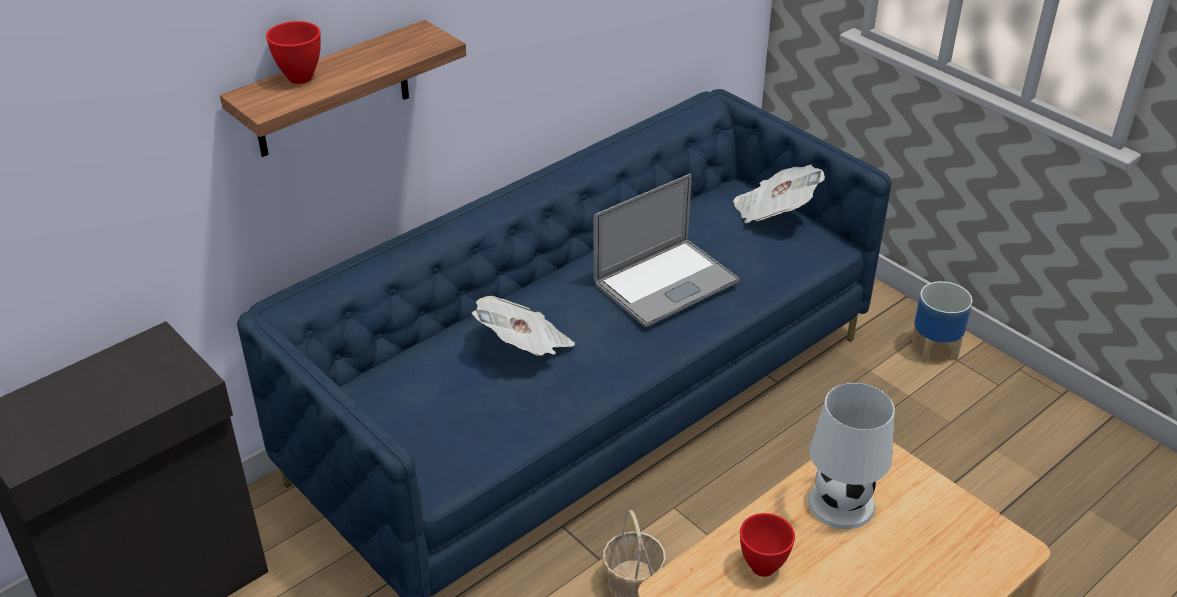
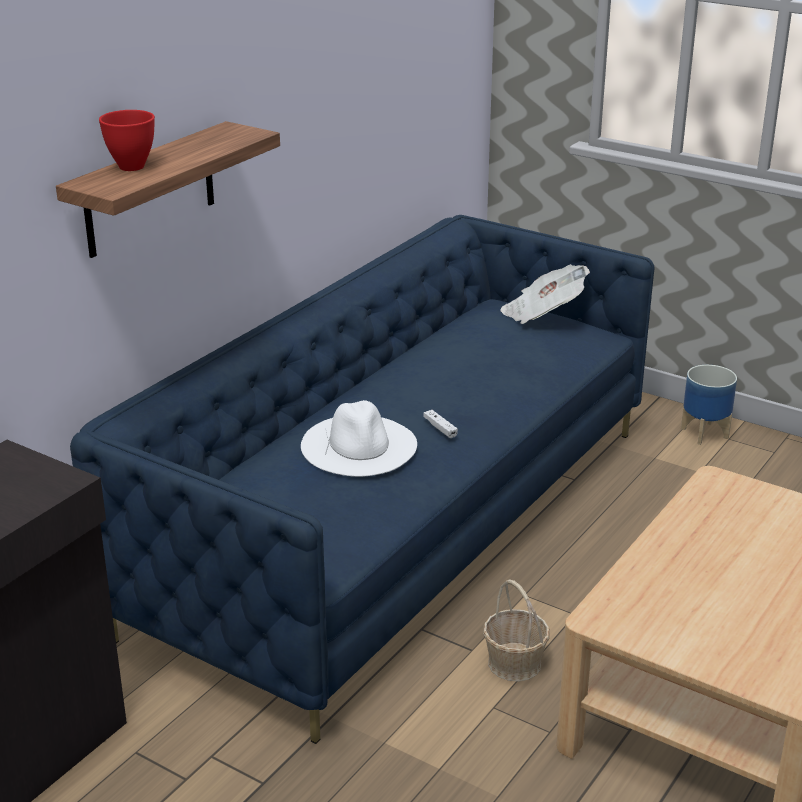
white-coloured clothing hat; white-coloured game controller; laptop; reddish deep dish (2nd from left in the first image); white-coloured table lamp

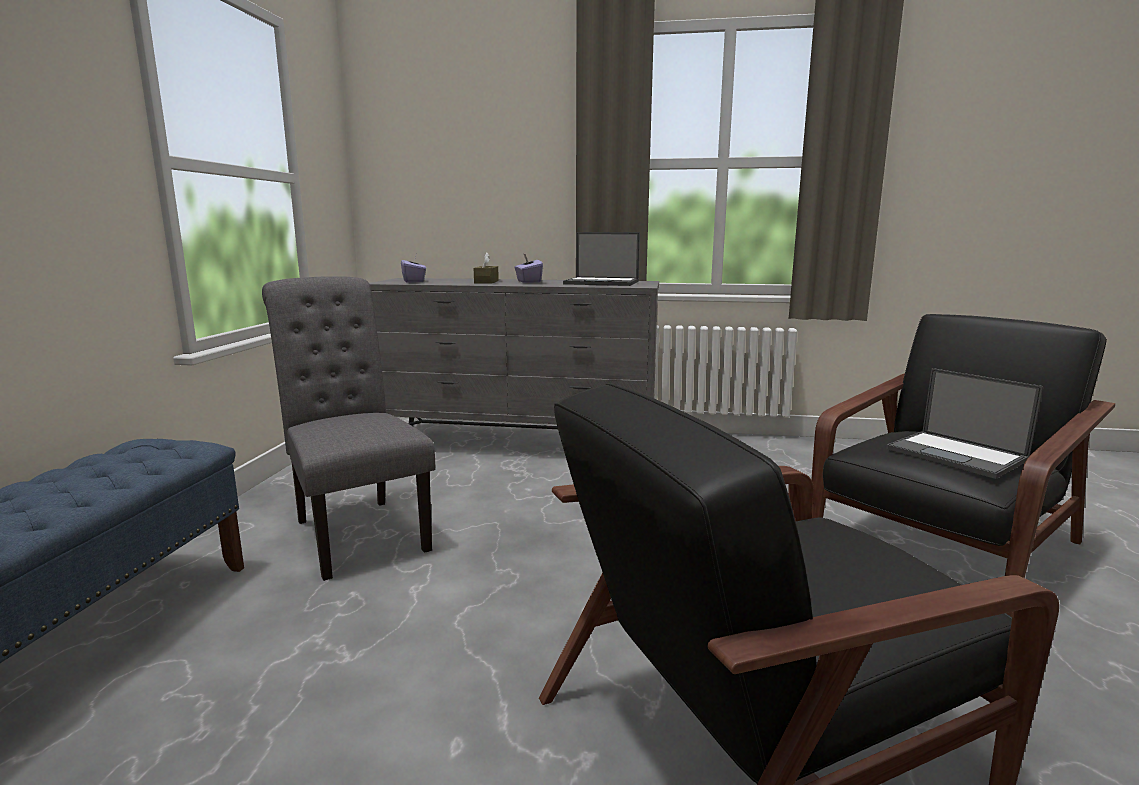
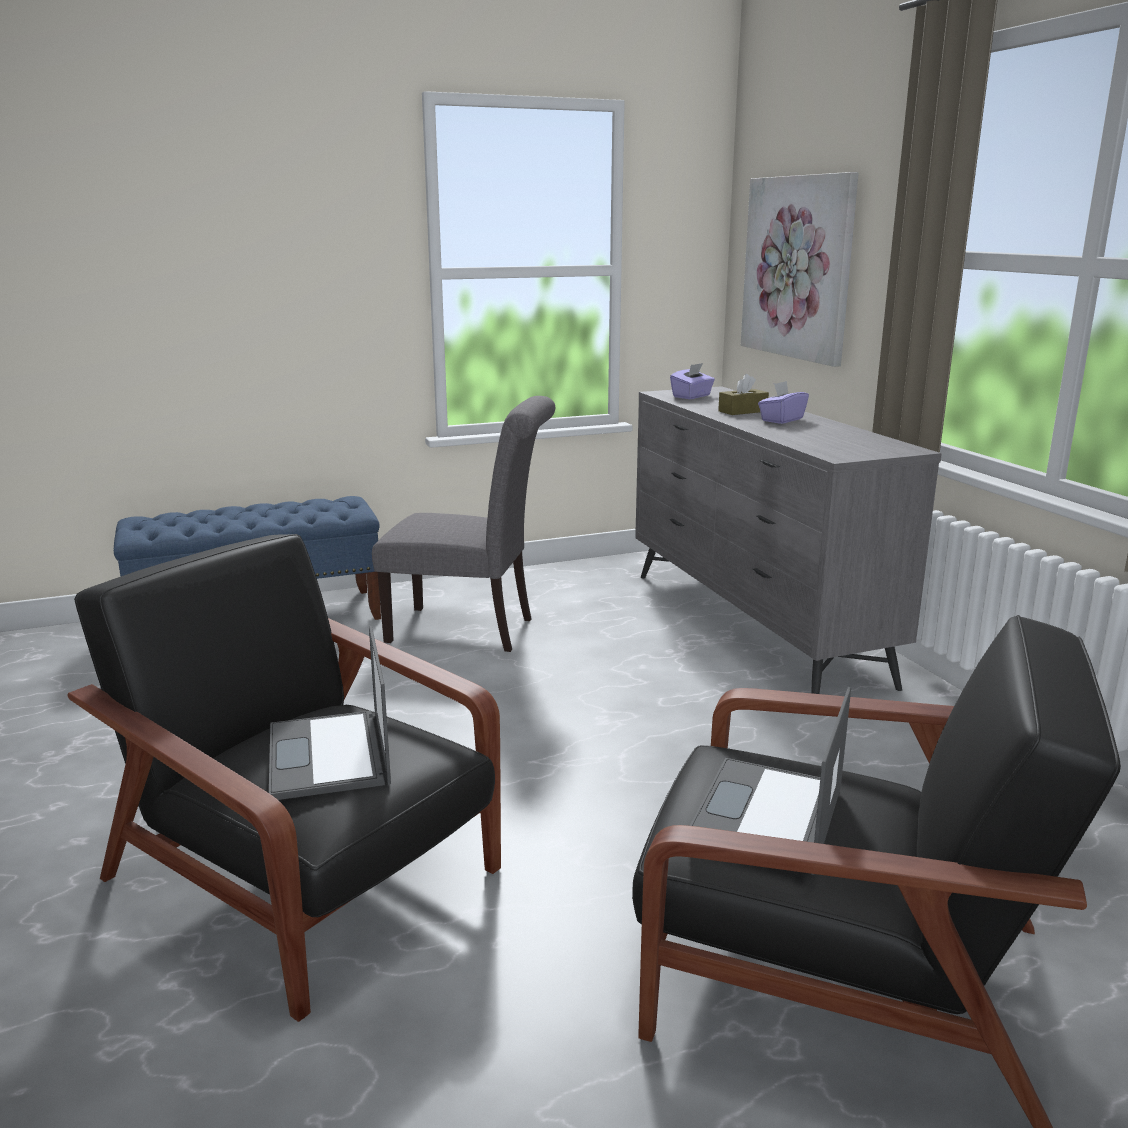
laptop (1st from left); greyish upright chair; wall art

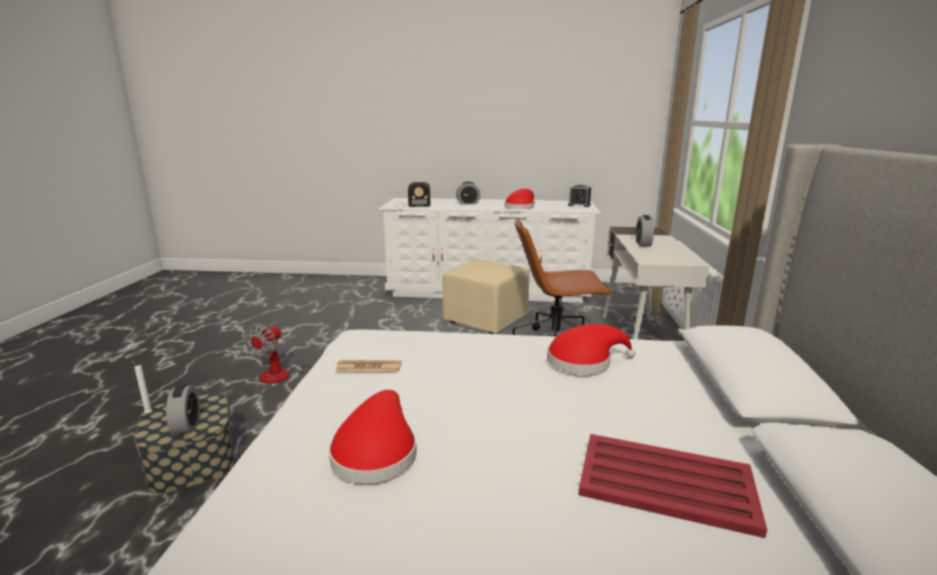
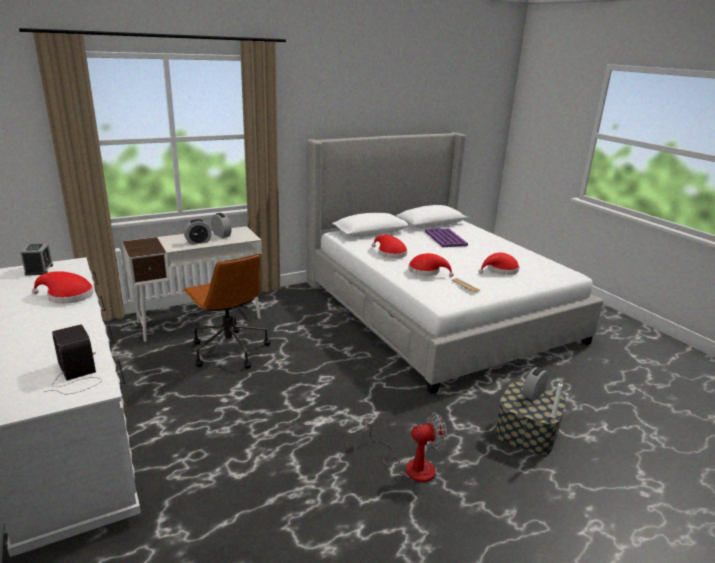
table clock (3rd from left); reddish clothing hat (3rd from left); purple serving tray; beige-coloured ottoman

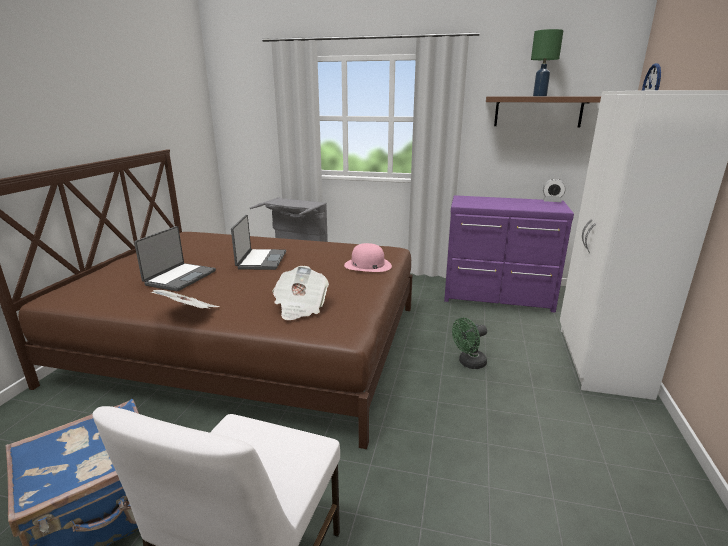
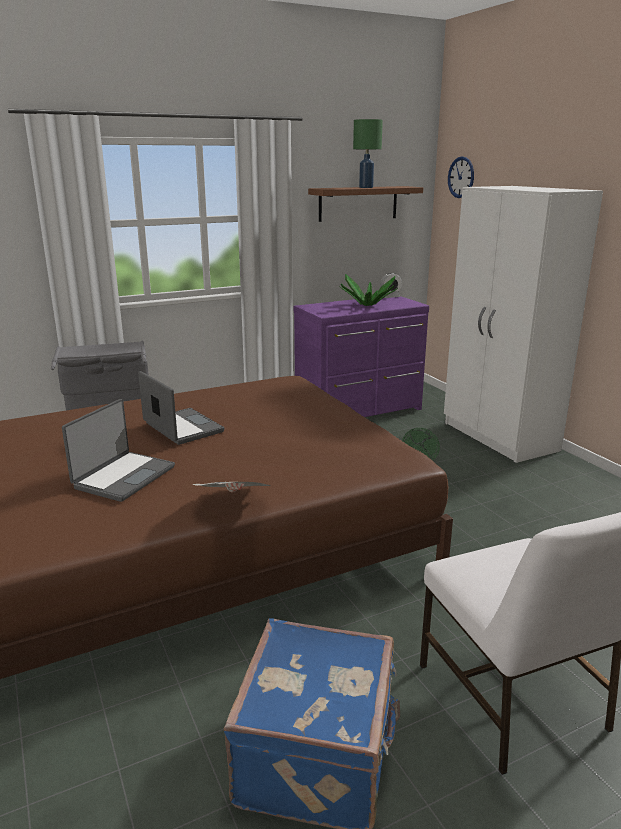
laptop (1st from left); potted plant; printed paper (2nd from left in the first image); pinkish clothing hat

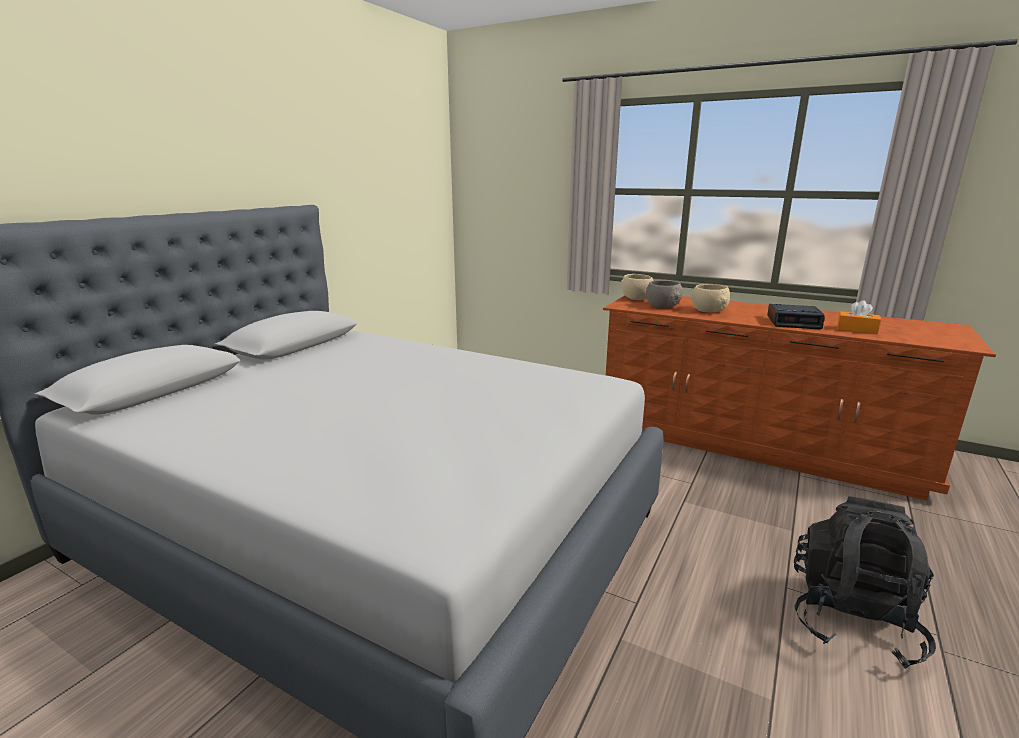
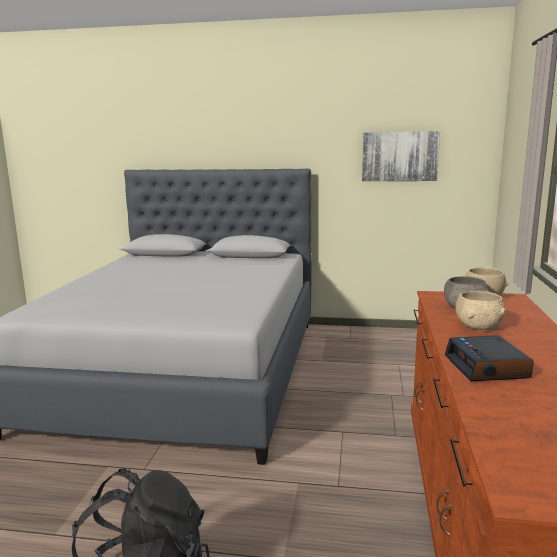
wall art; orangey tissue box

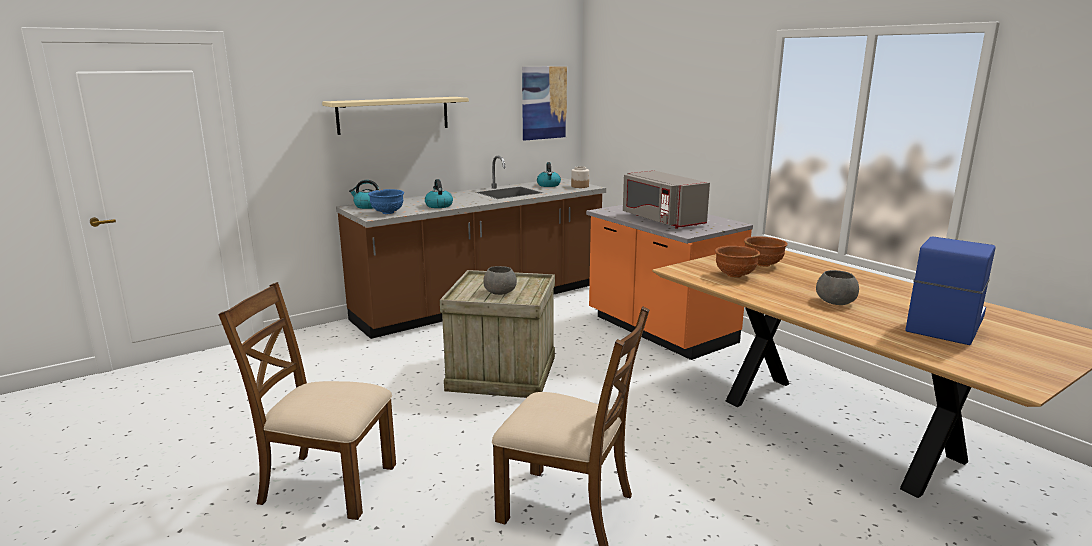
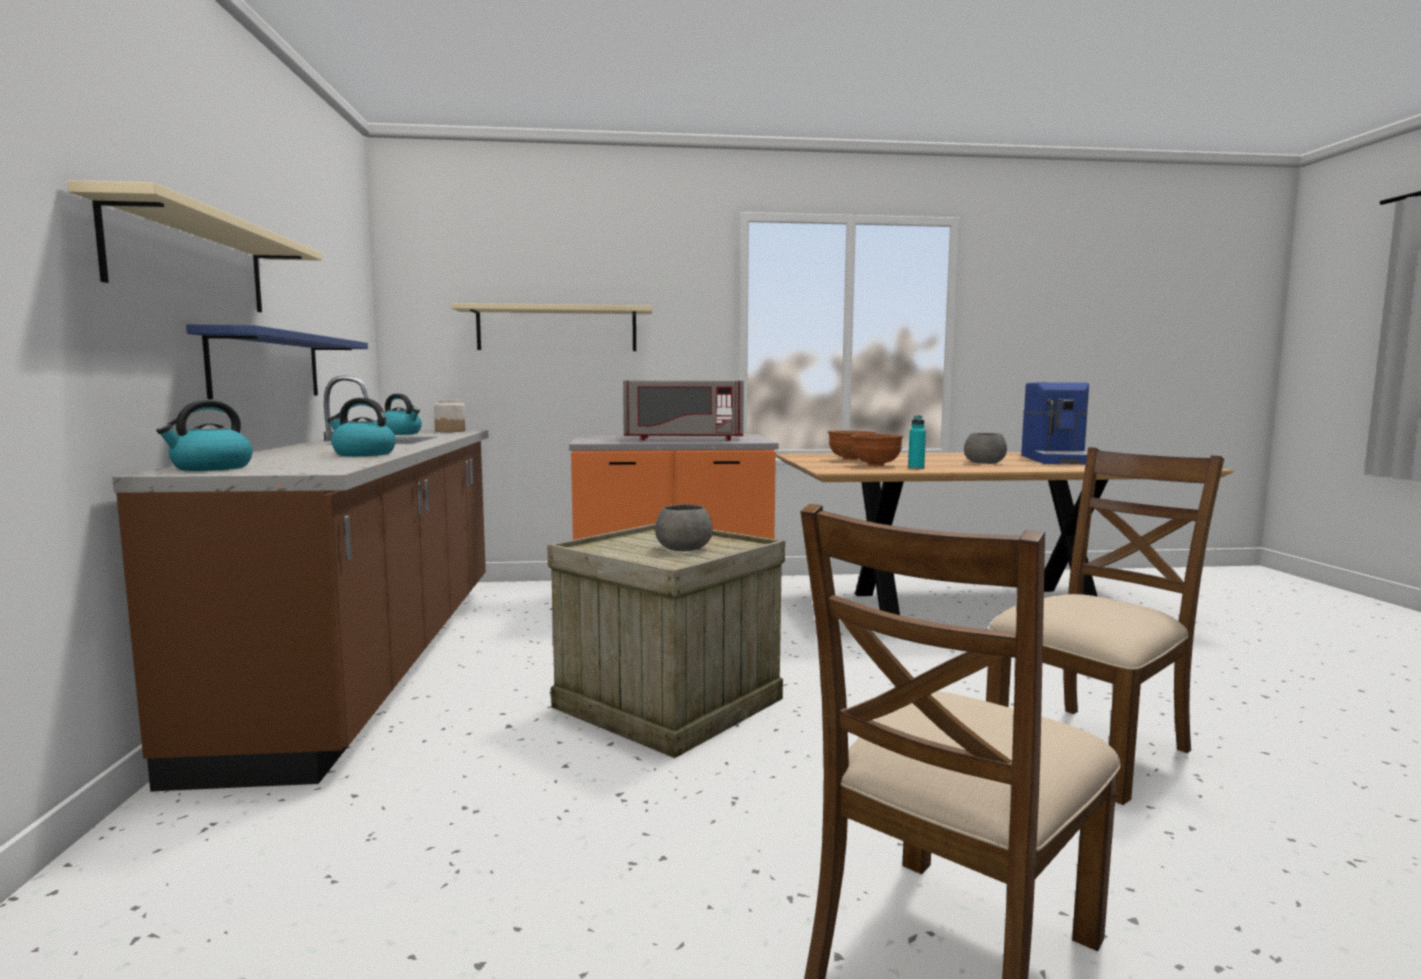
bluish wall shelf; beige-coloured wall shelf (2nd from left); blue-green bottle; coffee machine; bluish deep dish; wall art

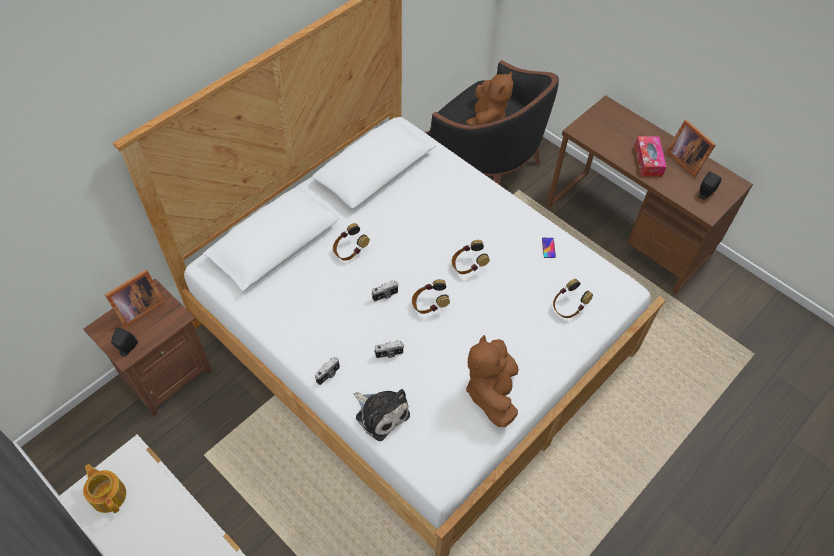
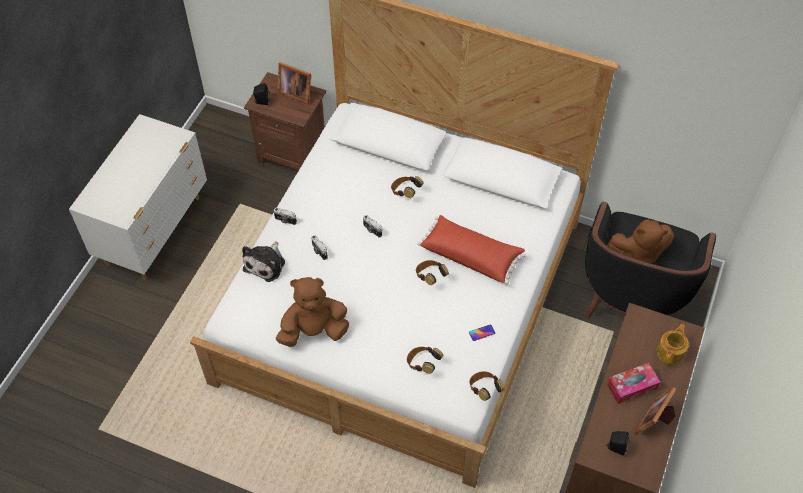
reddish throw pillow; pair of headphones (4th from left); pot for tea

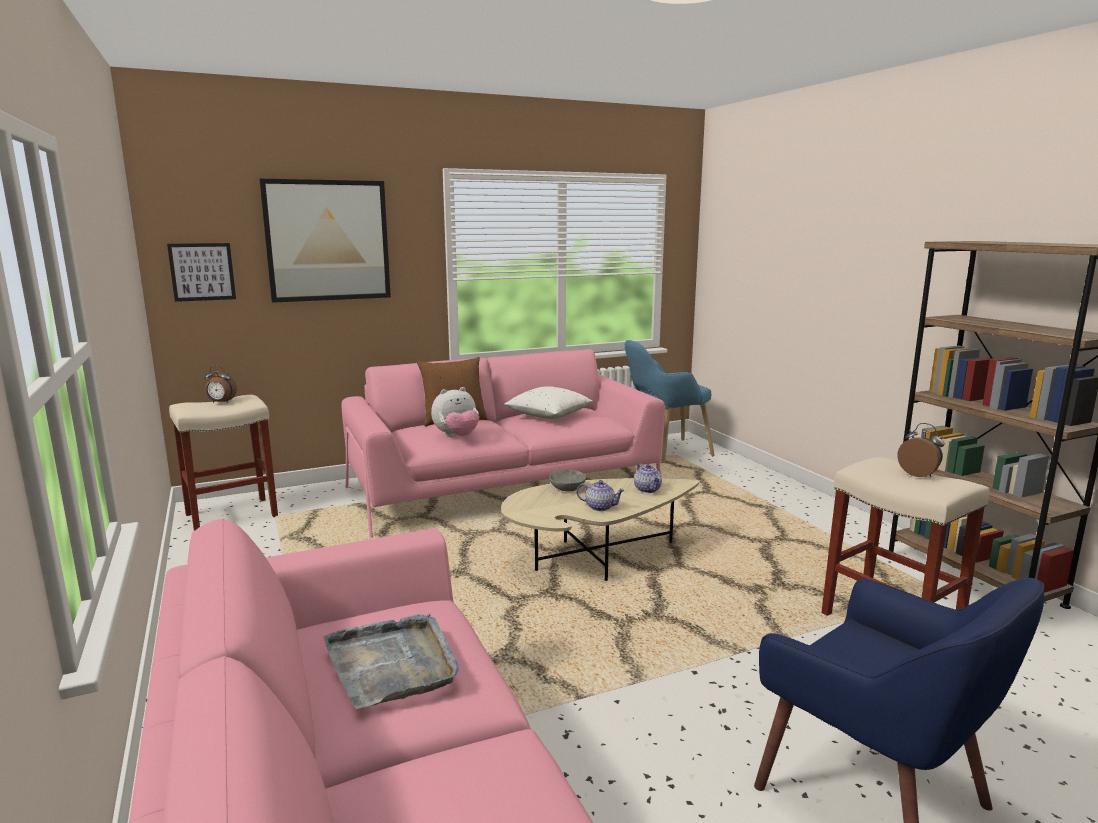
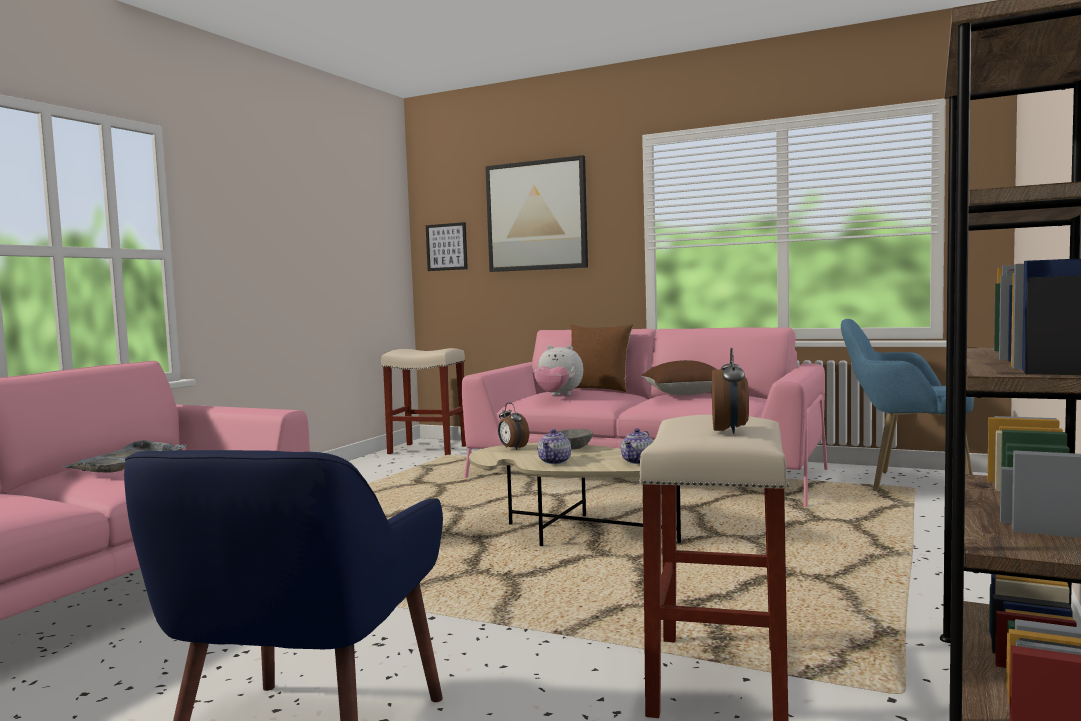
table clock (1st from left); pot for tea (1st from left); brown throw pillow (2nd from left)

